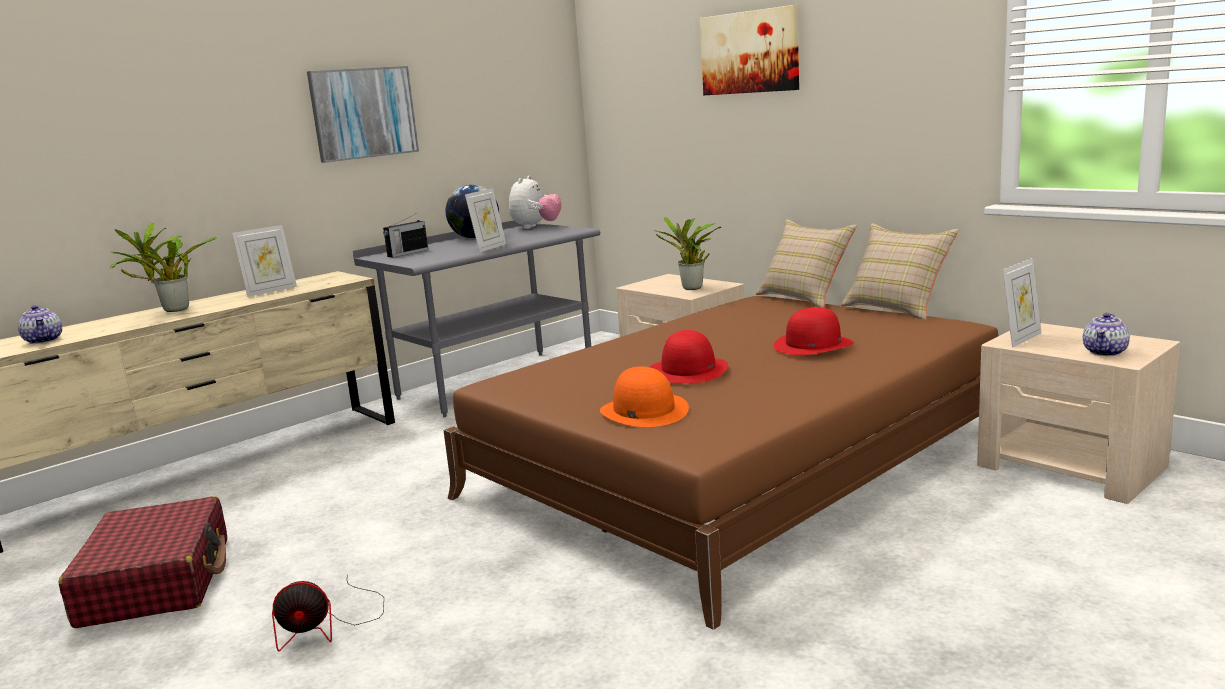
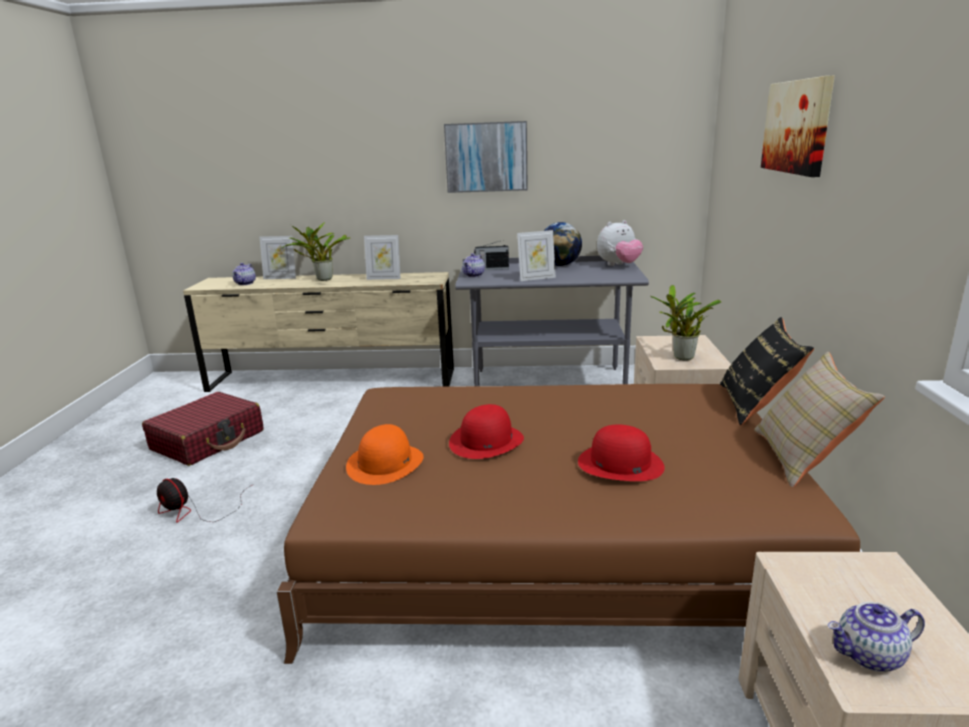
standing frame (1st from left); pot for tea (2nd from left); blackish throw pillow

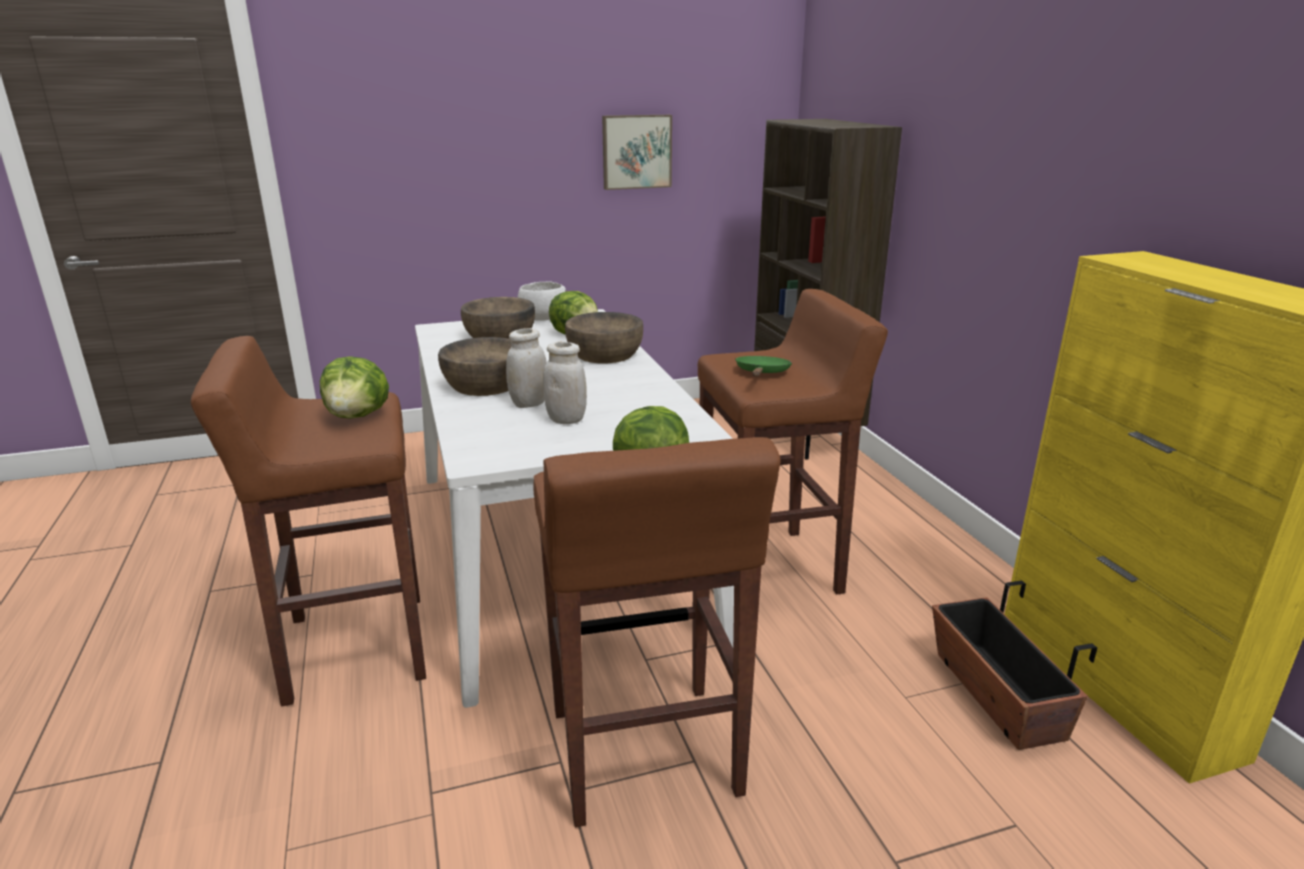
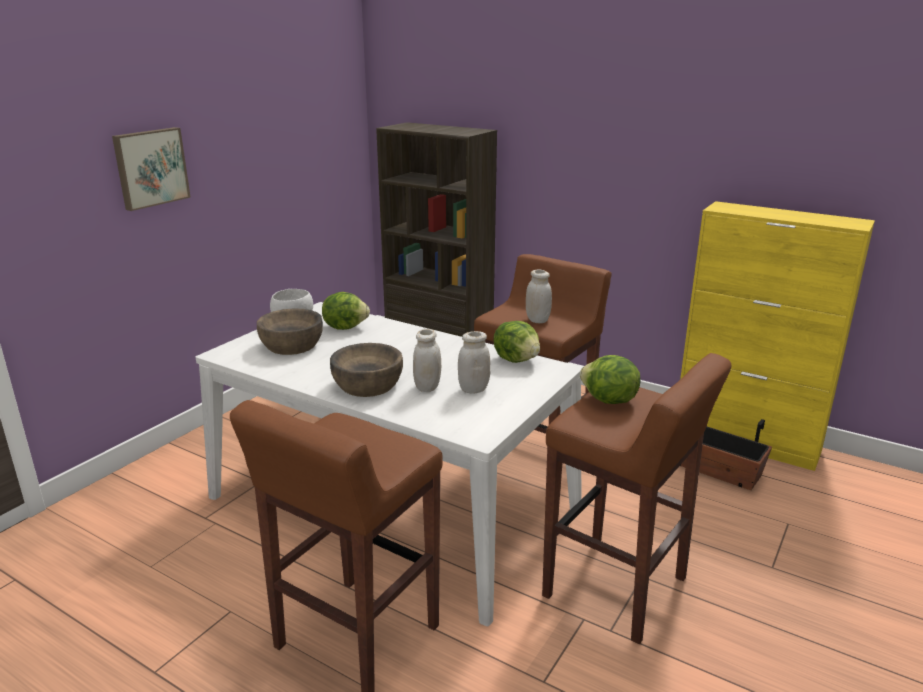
wall art; head of lettuce (2nd from left); white-coloured storage jar (3rd from left); brown deep dish (3rd from left in the first image)

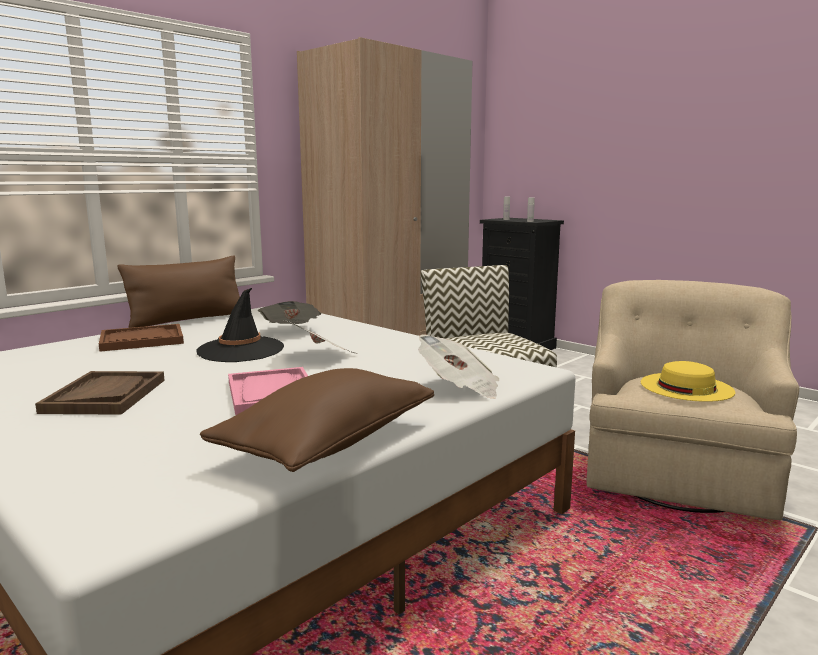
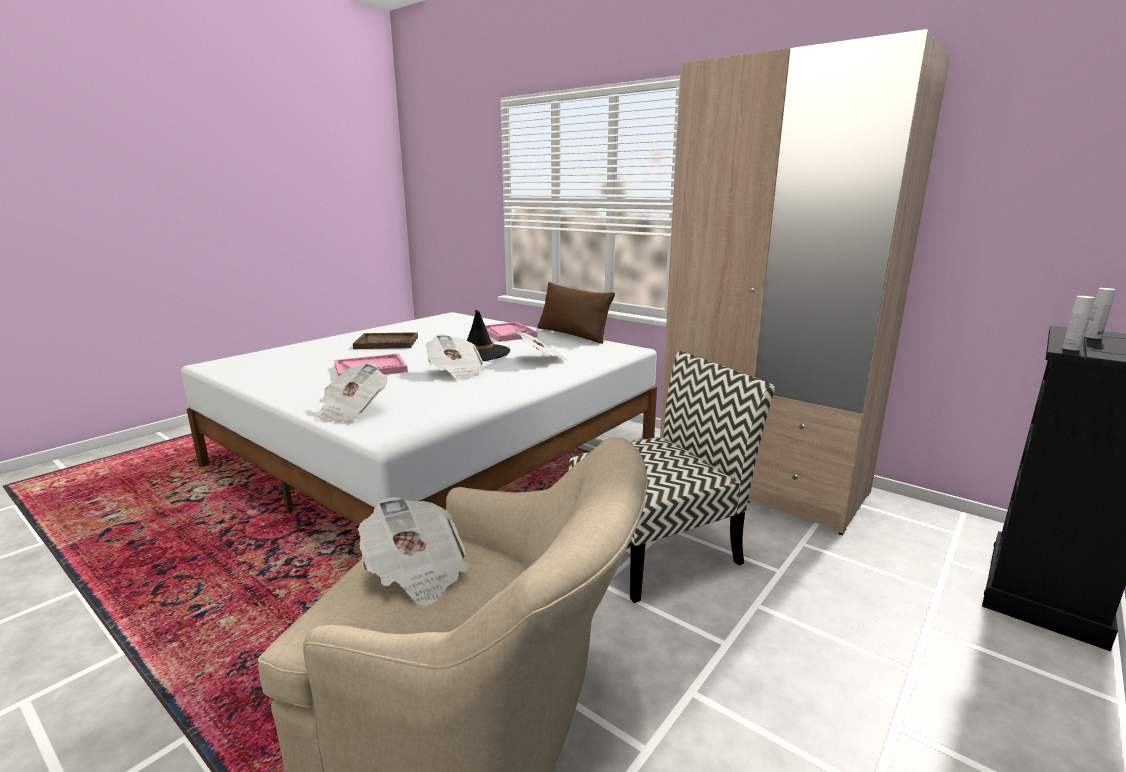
printed paper (2nd from left); pinkish serving tray (2nd from left); brown throw pillow (2nd from left in the first image)

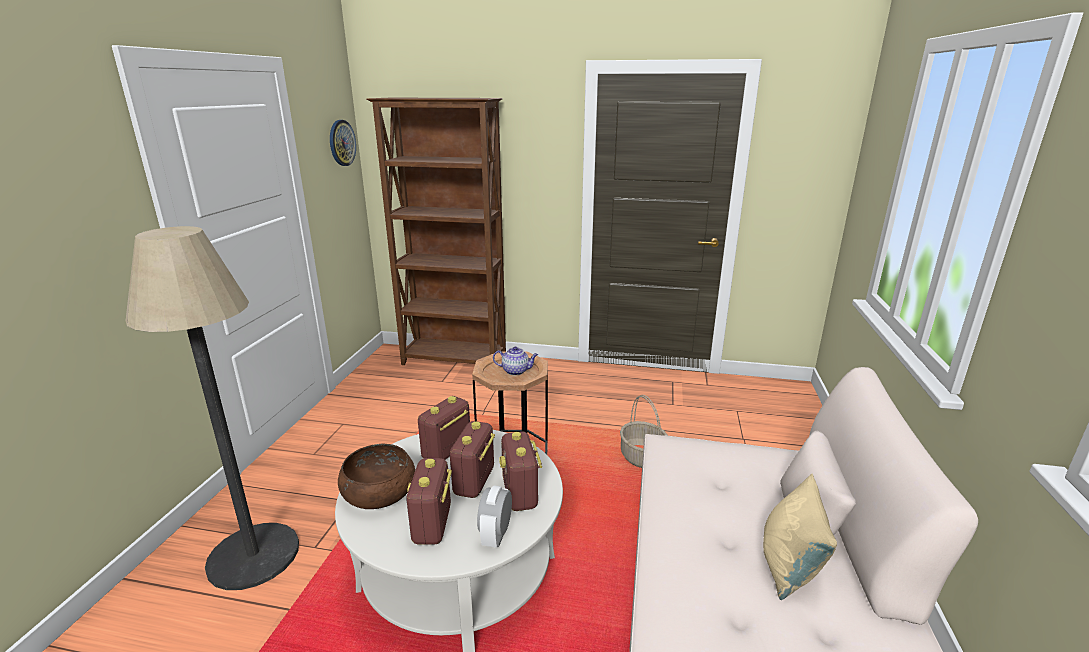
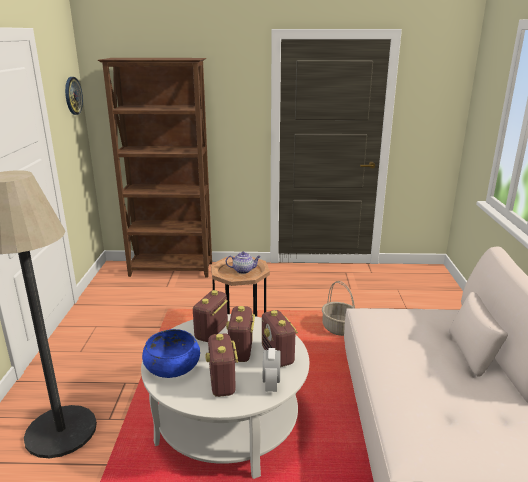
bluish deep dish; beige-coloured throw pillow

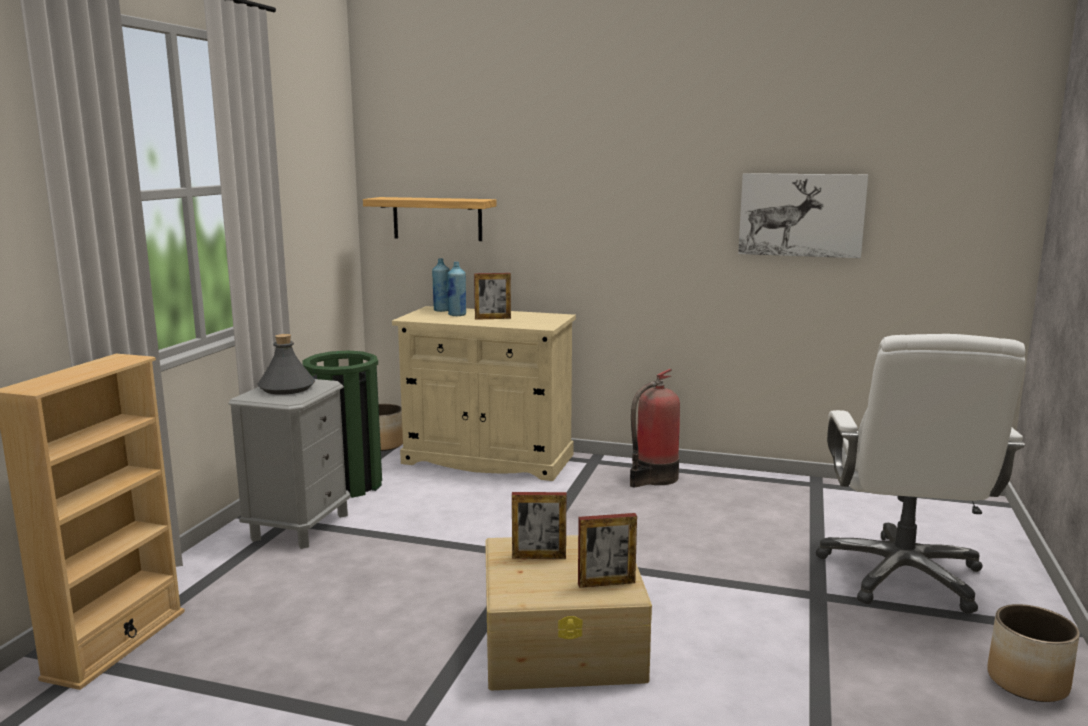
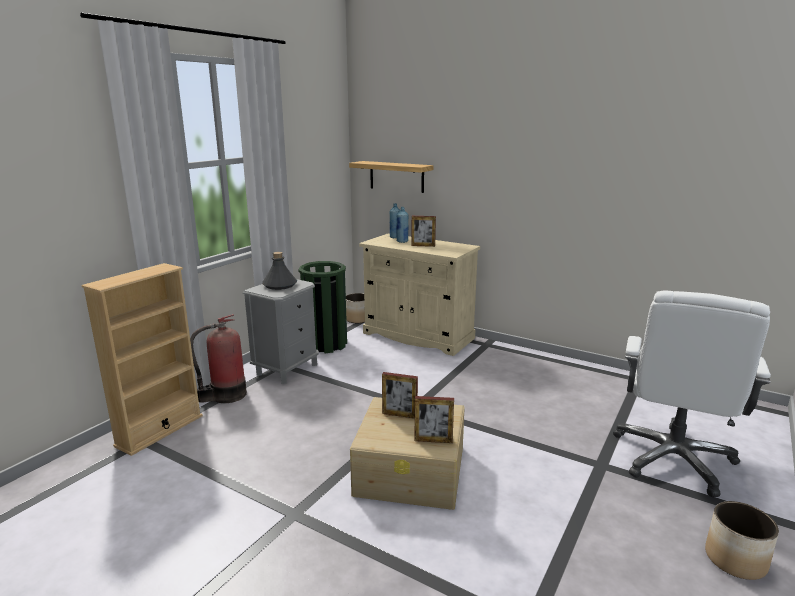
extinguisher; wall art

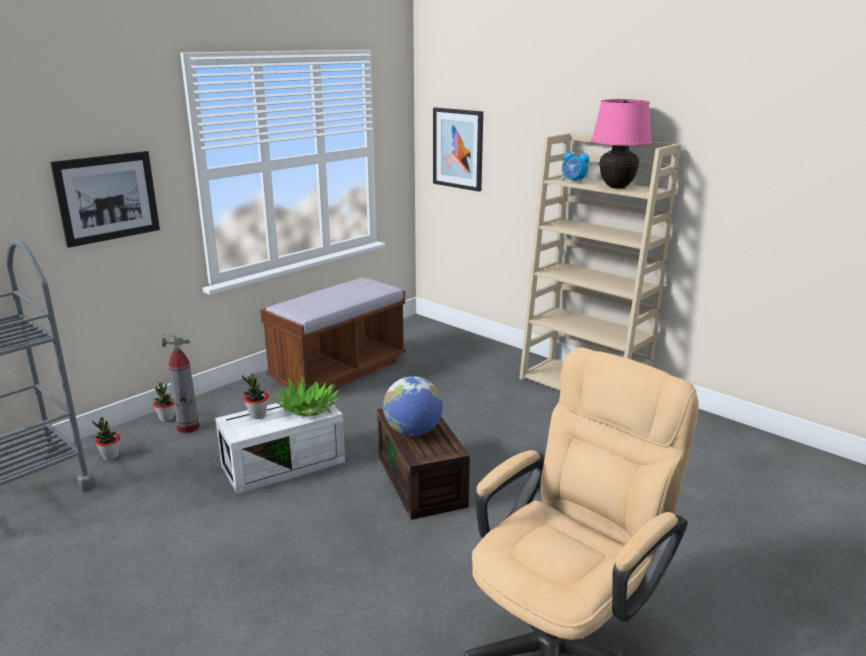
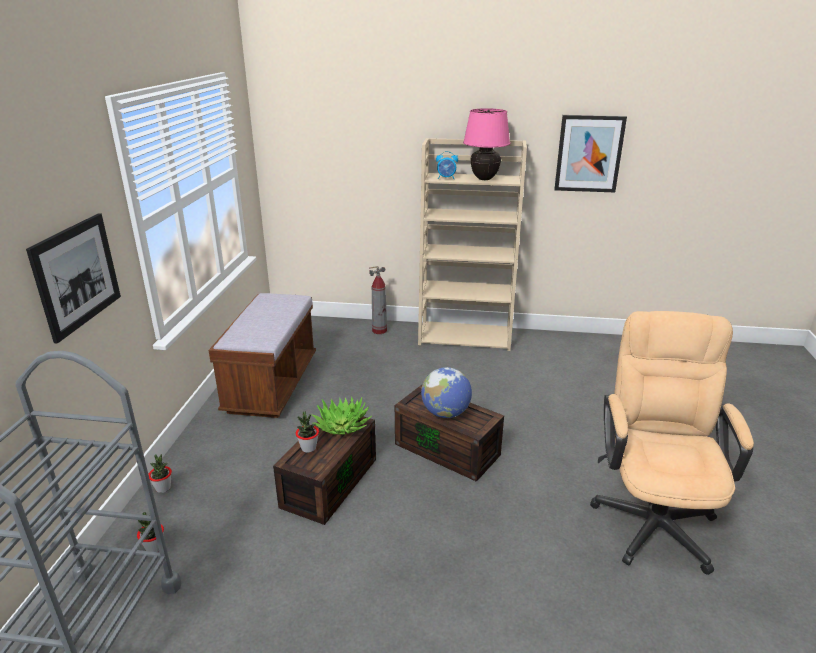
brown storage container (1st from left); extinguisher; wall art (2nd from left)

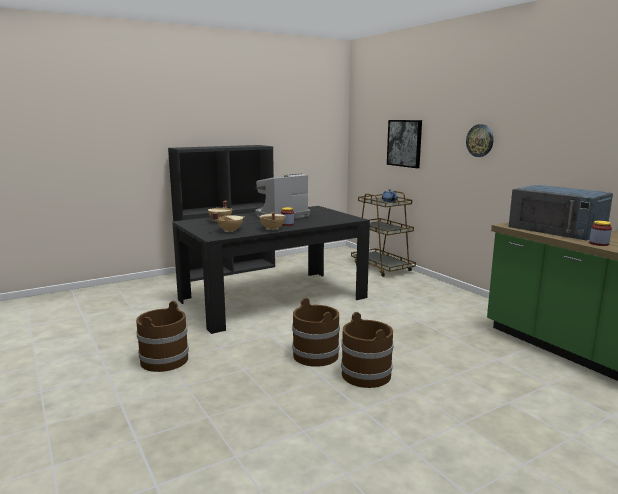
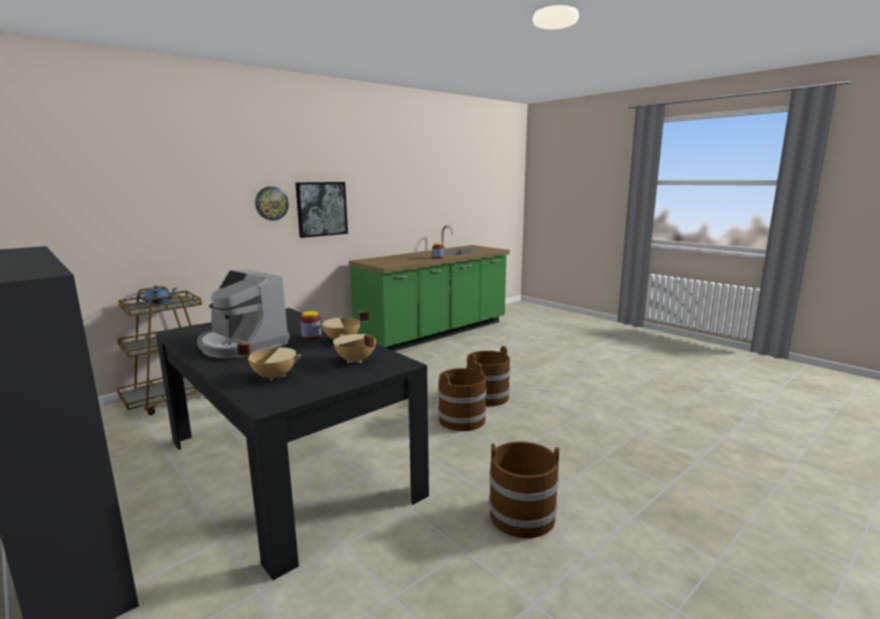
wall art; bluish microwave

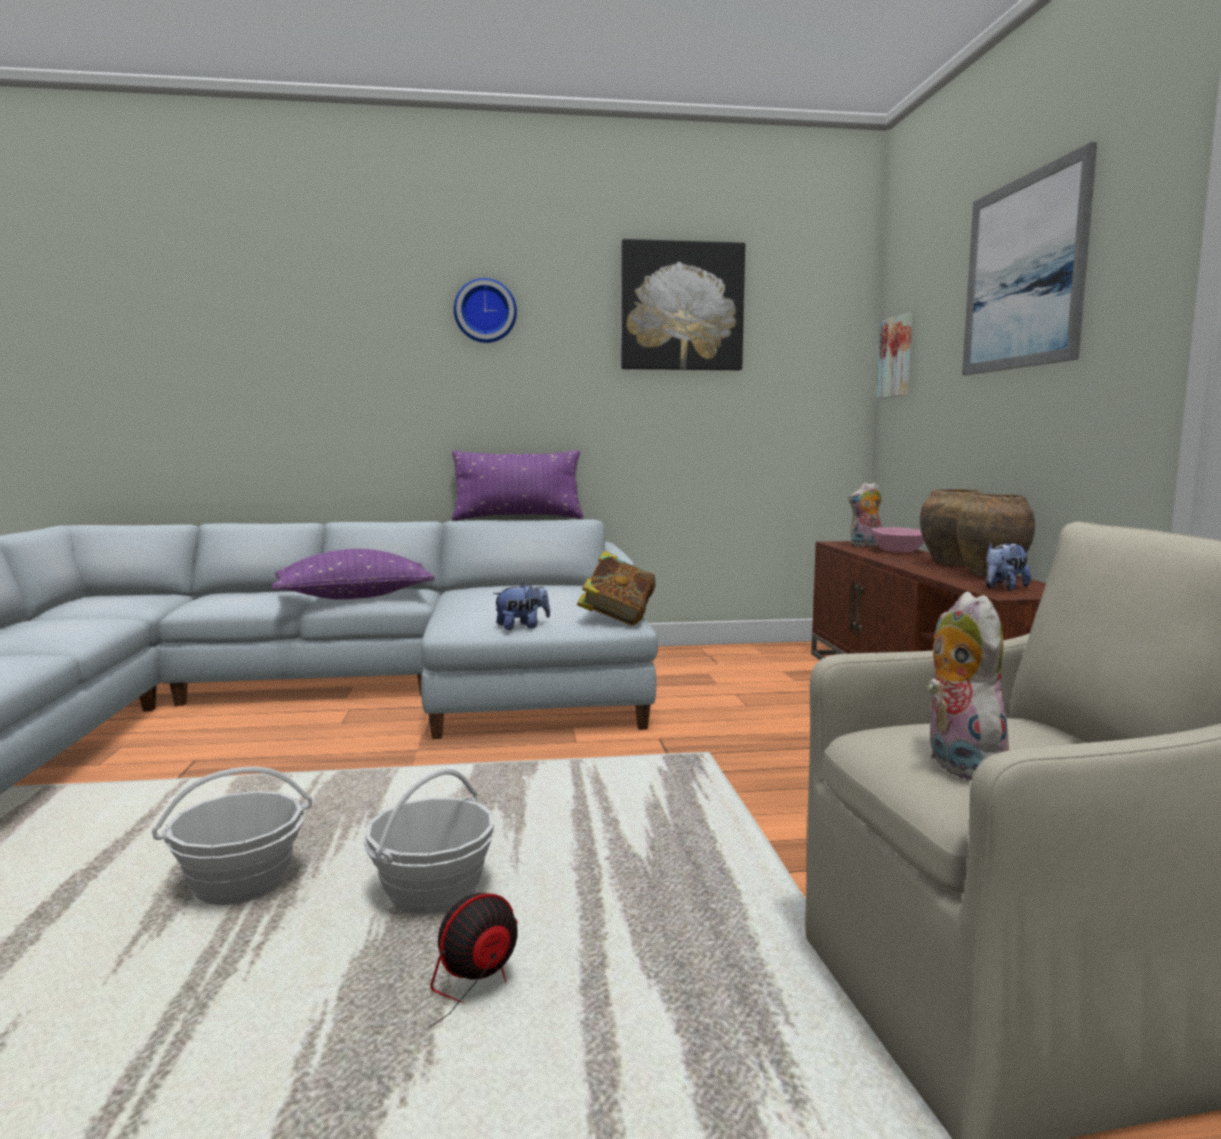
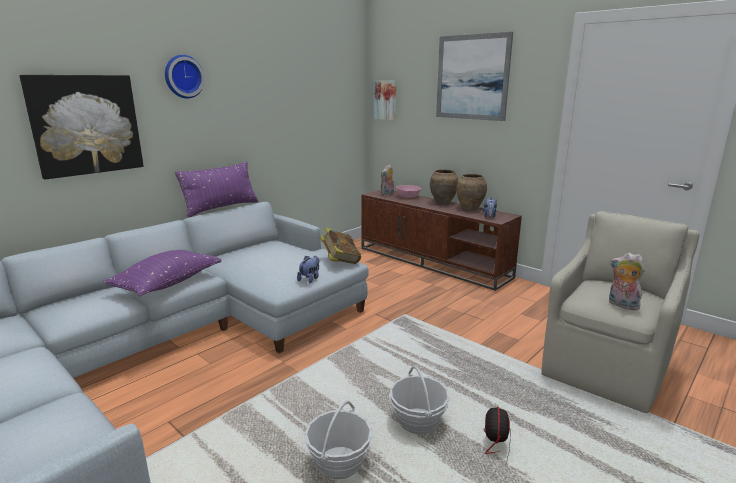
wall art (1st from left)

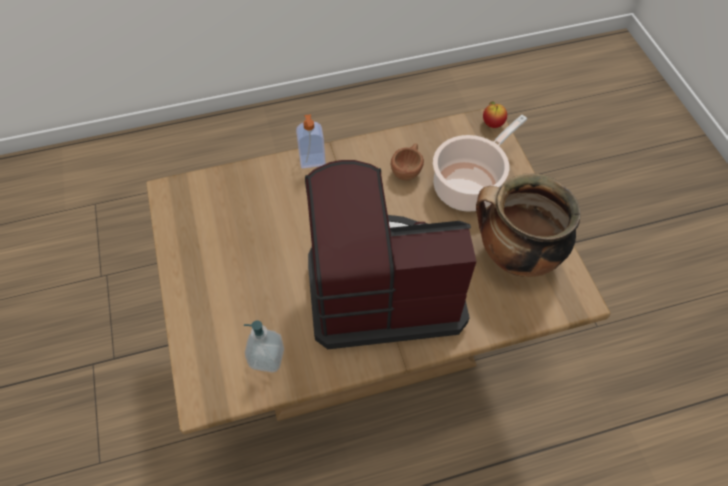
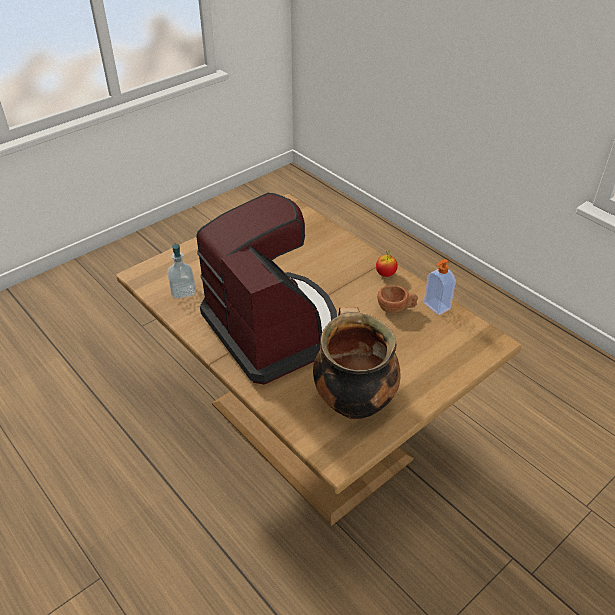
apple fruit; soap dispenser (2nd from left); stockpot (1st from left in the first image)

